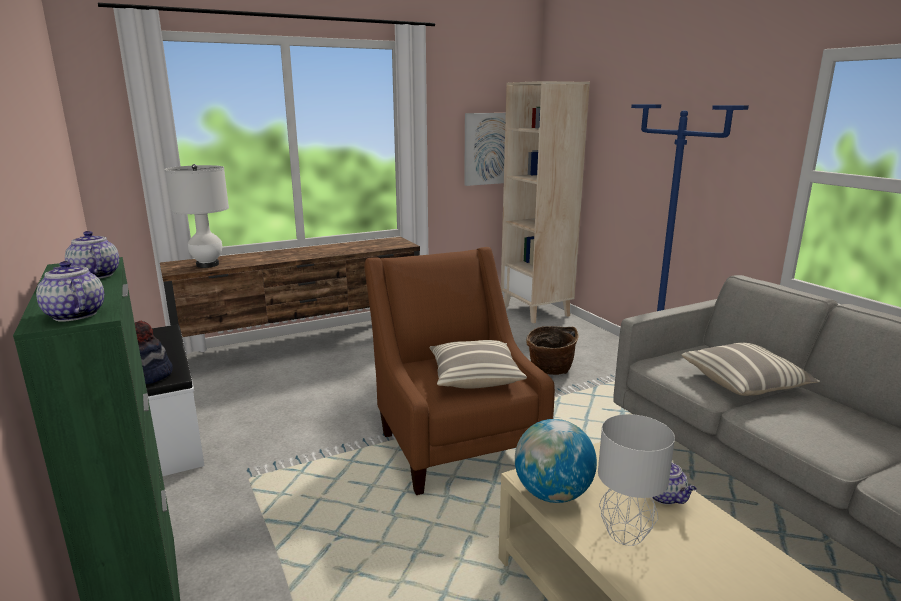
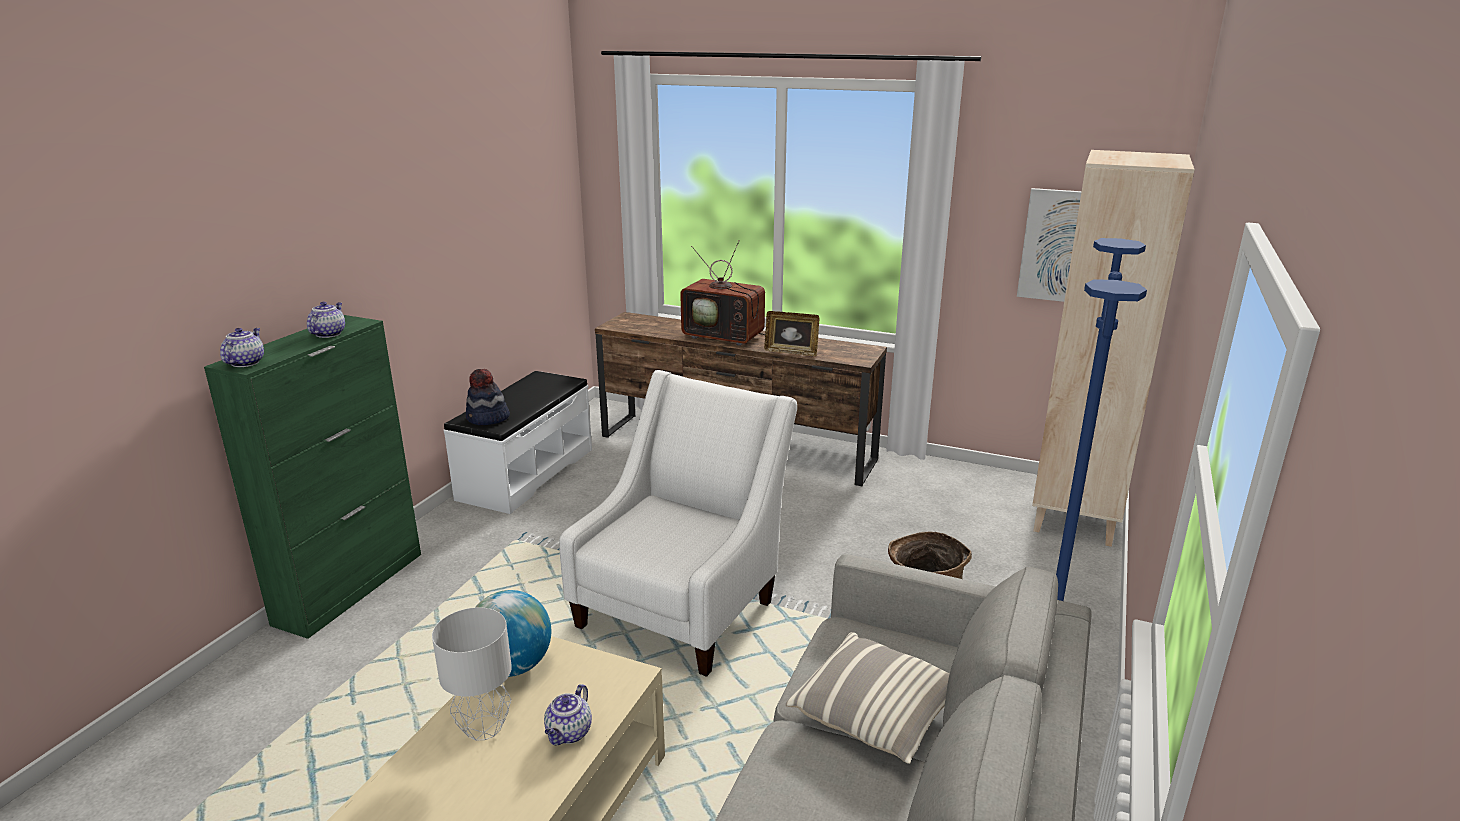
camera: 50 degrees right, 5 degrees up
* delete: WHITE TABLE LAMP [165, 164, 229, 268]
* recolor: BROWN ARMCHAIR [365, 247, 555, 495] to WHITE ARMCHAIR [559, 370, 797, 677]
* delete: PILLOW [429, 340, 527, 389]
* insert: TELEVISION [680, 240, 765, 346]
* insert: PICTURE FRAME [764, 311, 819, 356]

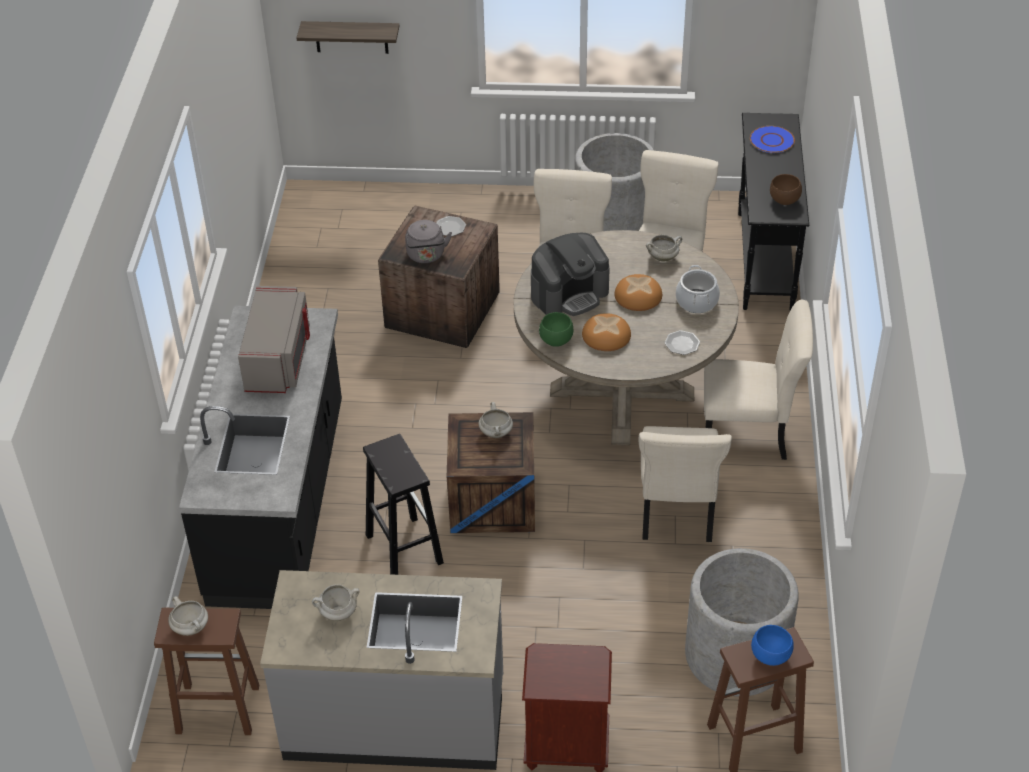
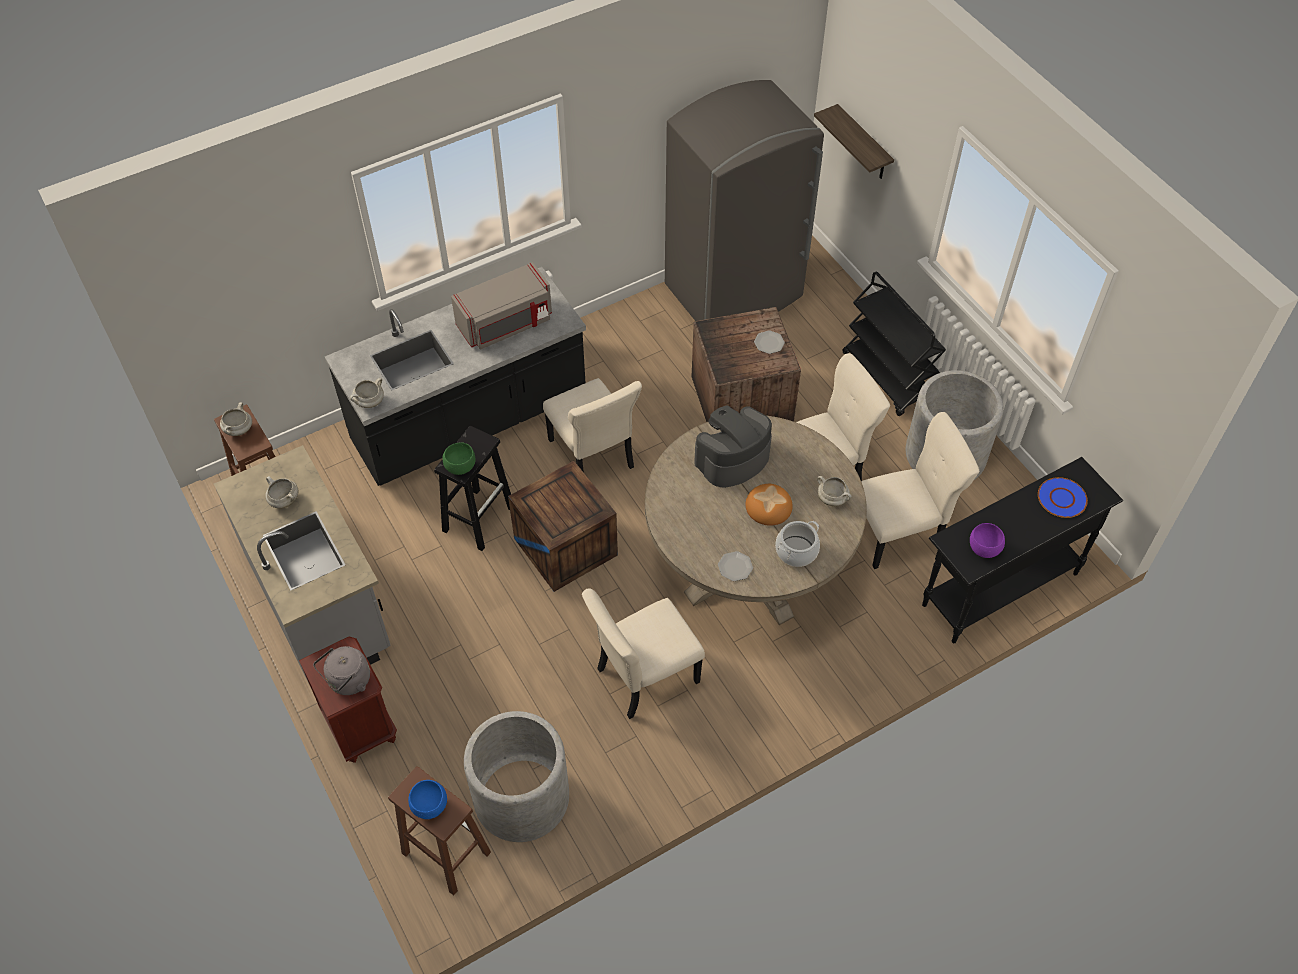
camera: 55 degrees right, 10 degrees up
* move: GREY KETTLE [405, 220, 452, 263] to [313, 646, 370, 695]
* move: WHITE COOKING POT [478, 402, 513, 438] to [350, 378, 384, 408]
* rotate: COFFEE MACHINE [531, 233, 610, 316] = [694, 406, 772, 488] 120 degrees clockwise
* move: GREEN BOWL [539, 312, 573, 347] to [442, 442, 476, 475]
* delete: BREAD [582, 313, 631, 351]
* move: BEIGE CHAIR [704, 300, 813, 460] to [543, 378, 642, 472]
* recolor: BROWN BOWL [770, 174, 802, 205] to PURPLE BOWL [970, 523, 1005, 558]
* insert: GREY FRIDGE [665, 80, 824, 321]
* insert: BLACK CART [842, 272, 946, 416]

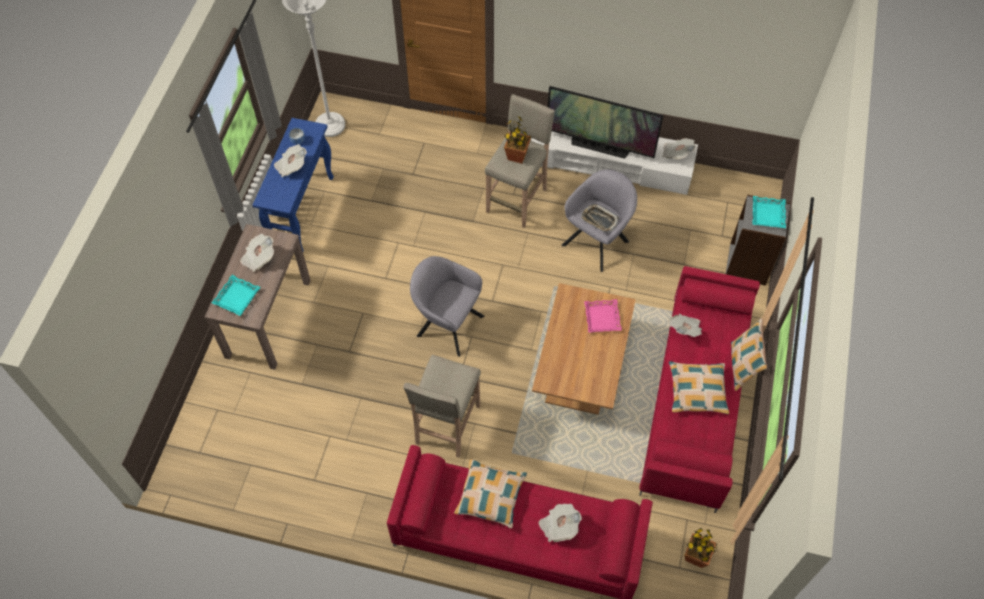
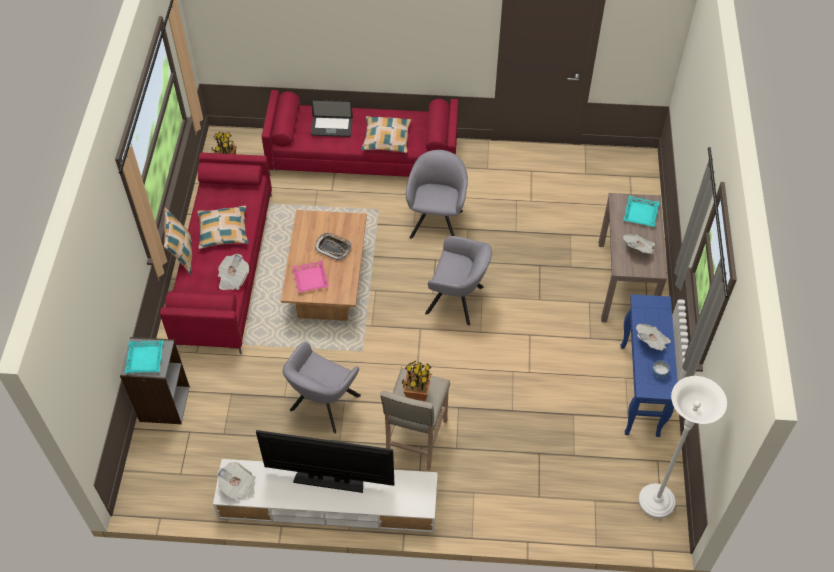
camera: 170 degrees right, 5 degrees down
* replace: BEIGE STOOL [403, 355, 481, 458] to GREY ARMCHAIR [406, 150, 468, 239]
* replace: NEWSPAPER [538, 504, 582, 542] to LAPTOP [311, 100, 353, 137]
* move: TRAY [581, 204, 619, 232] to [315, 233, 351, 260]

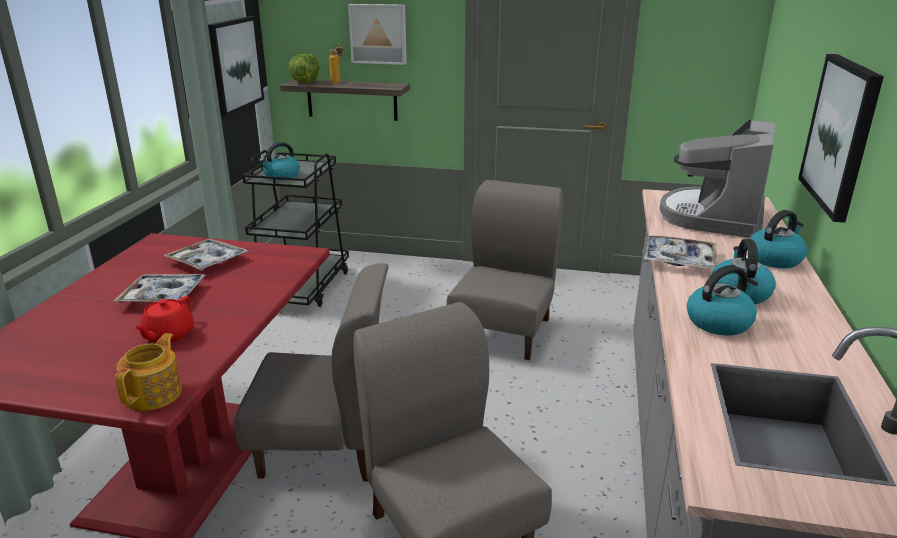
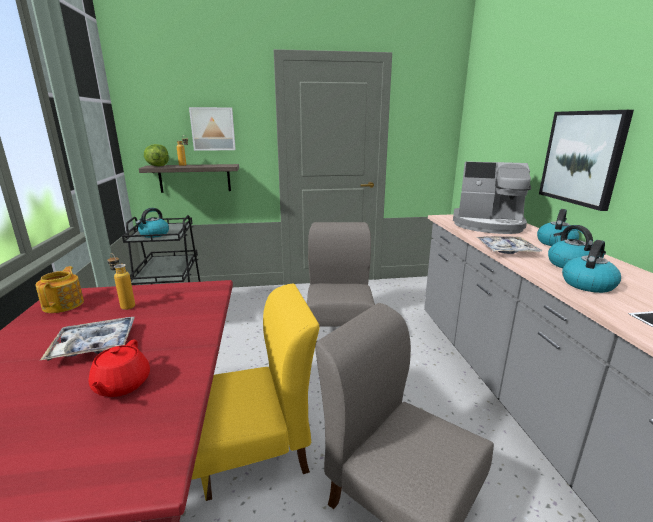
camera: 20 degrees left, 5 degrees down
* move: TEAPOT [115, 333, 182, 411] to [35, 266, 84, 313]
* replace: TRAY [163, 239, 248, 271] to BOTTLE [107, 253, 135, 310]
* delete: PICTURE [208, 16, 264, 117]
* recolor: GREY CHAIR [234, 263, 388, 481] to YELLOW CHAIR [191, 284, 319, 501]
* rotate: COFFEE MACHINE [660, 119, 775, 238] = [453, 161, 531, 234] 75 degrees counterclockwise

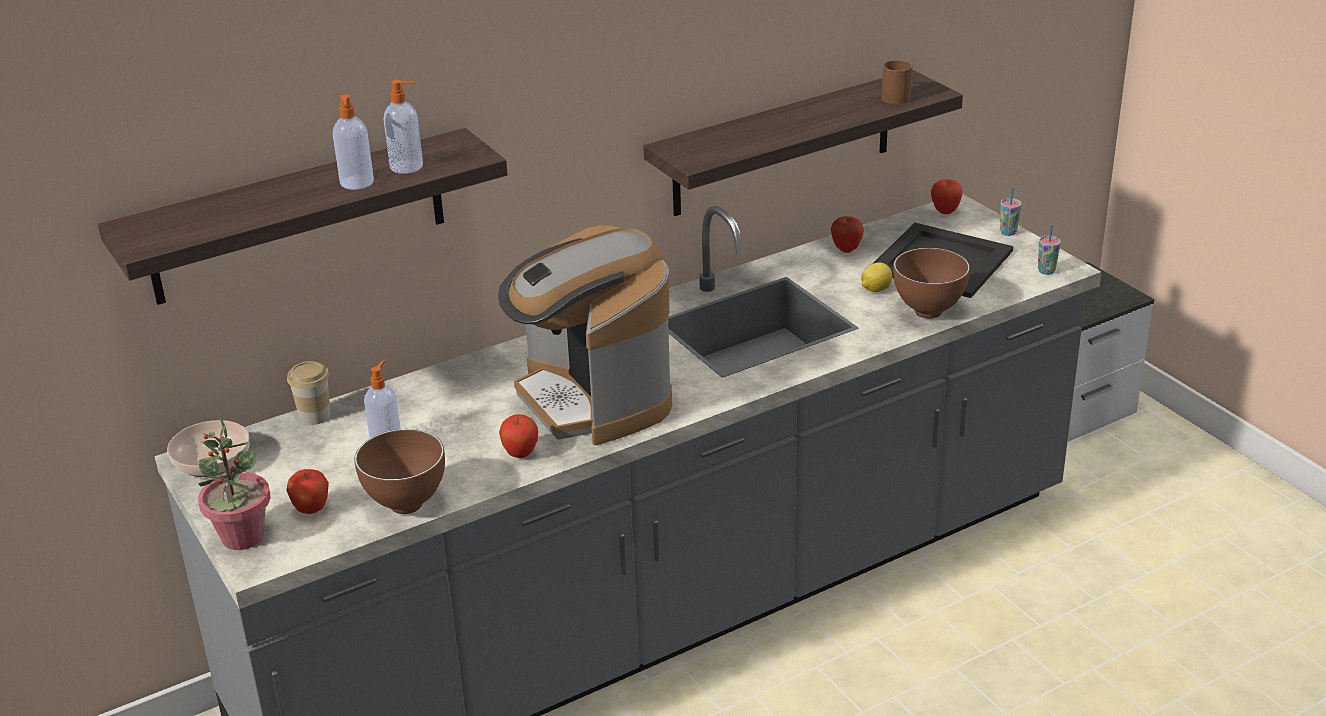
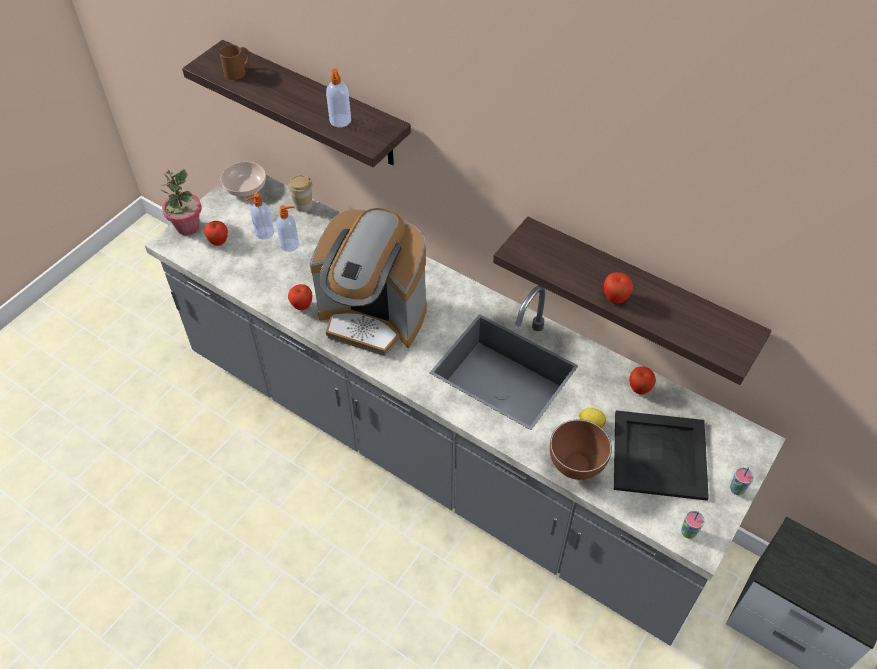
camera: 65 degrees right, 20 degrees up
* move: SOAP DISPENSER [333, 95, 374, 190] to [246, 193, 274, 240]
* delete: BROWN BOWL [354, 429, 445, 514]
* rotate: COFFEE MACHINE [498, 225, 672, 445] = [309, 208, 427, 356] 105 degrees counterclockwise
* move: BROWN MUG [881, 60, 912, 104] to [219, 45, 250, 80]
* move: APPLE [931, 179, 963, 214] to [604, 272, 633, 304]

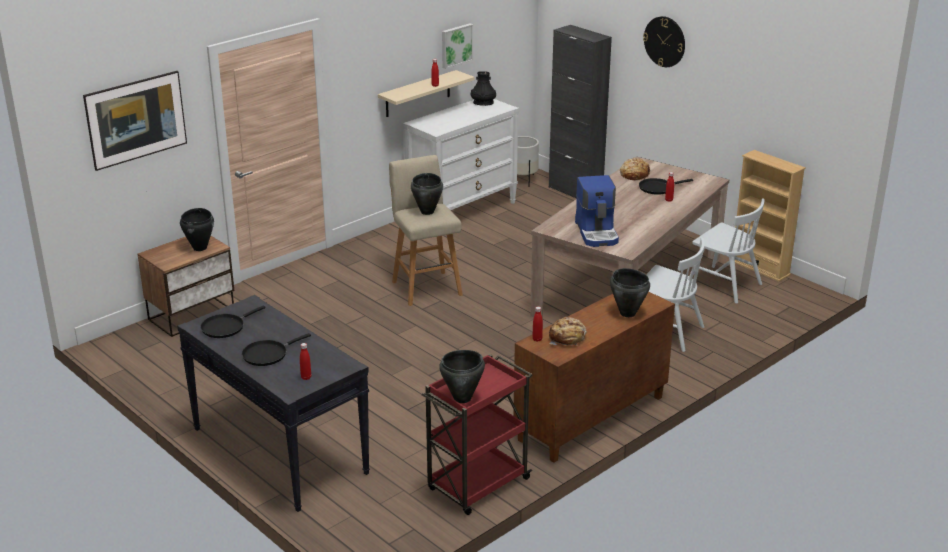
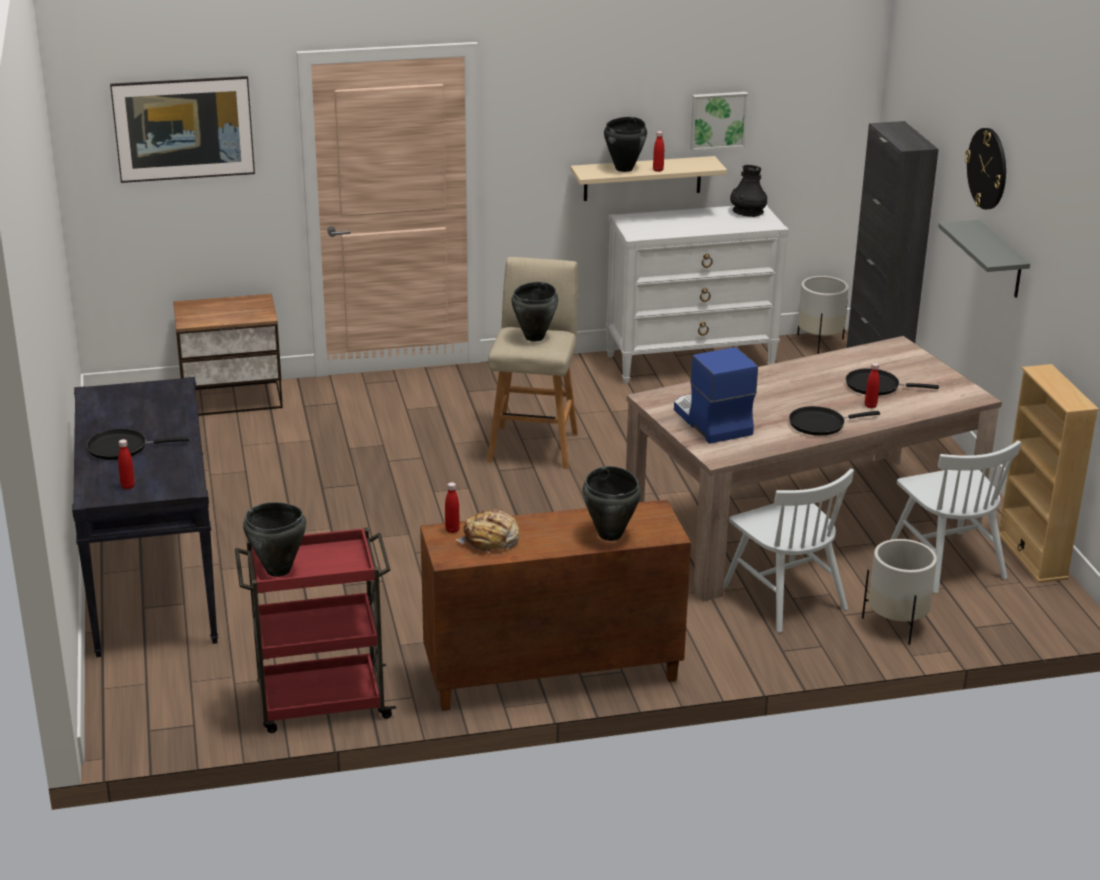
camera: 30 degrees right, 0 degrees up
* move: BLACK COOKING POT [180, 208, 214, 251] to [604, 117, 647, 172]
* move: BLACK FRYING PAN [200, 306, 265, 338] to [789, 406, 880, 436]
* rotate: COFFEE MACHINE [575, 175, 619, 247] = [674, 347, 758, 444] 135 degrees clockwise
* delete: BREAD [620, 158, 651, 181]
* insert: WHITE PLANTER [862, 539, 937, 645]
* insert: GREY SHELF [938, 220, 1030, 298]

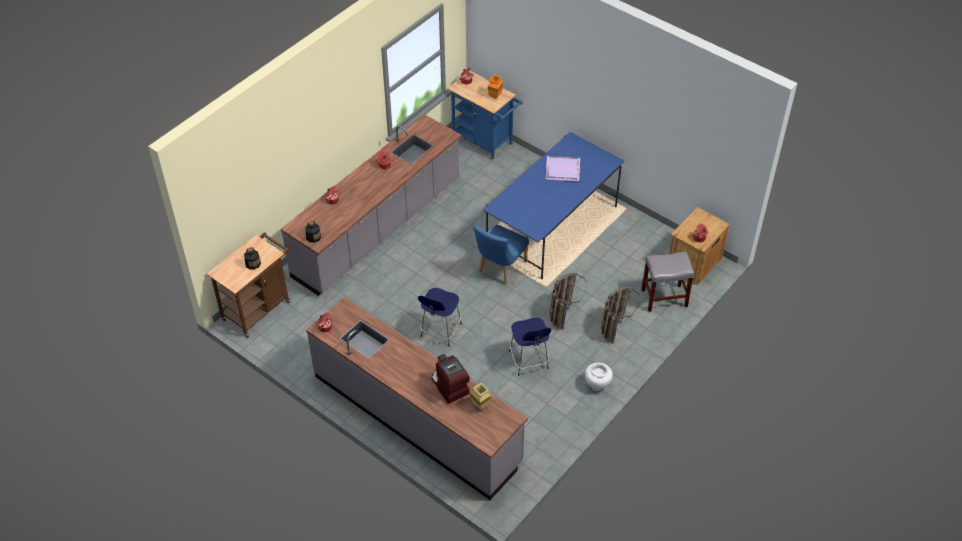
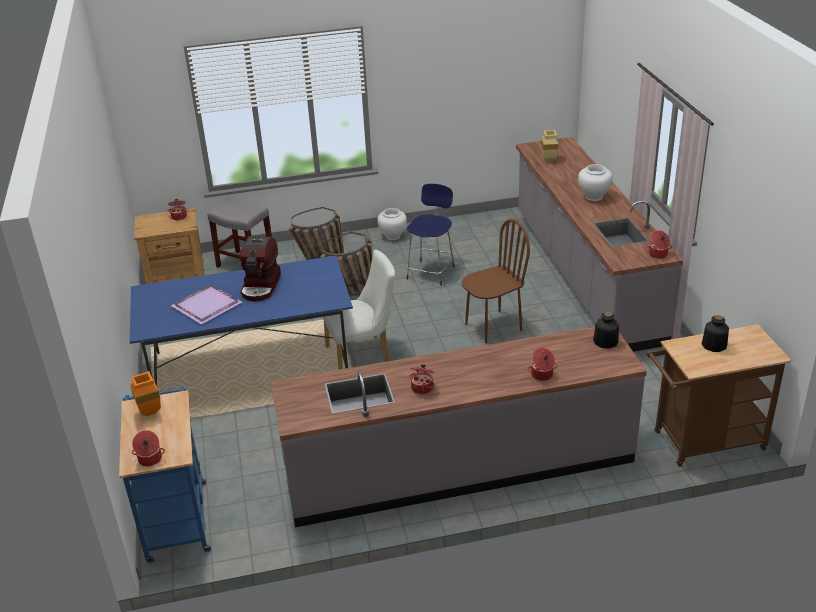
camera: 140 degrees left, 15 degrees down
* replace: BLUE STOOL [418, 288, 462, 347] to BROWN CHAIR [462, 219, 530, 343]
* move: COFFEE MACHINE [432, 354, 470, 404] to [240, 236, 281, 301]
* recolor: BLUE CHAIR [473, 225, 529, 285] to WHITE CHAIR [322, 250, 395, 370]
* insert: WHITE VASE [578, 164, 613, 201]

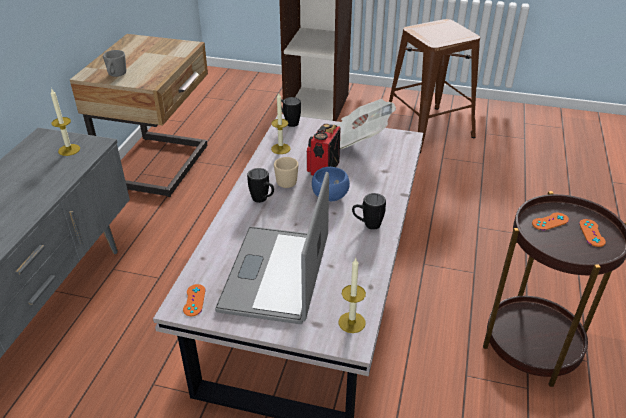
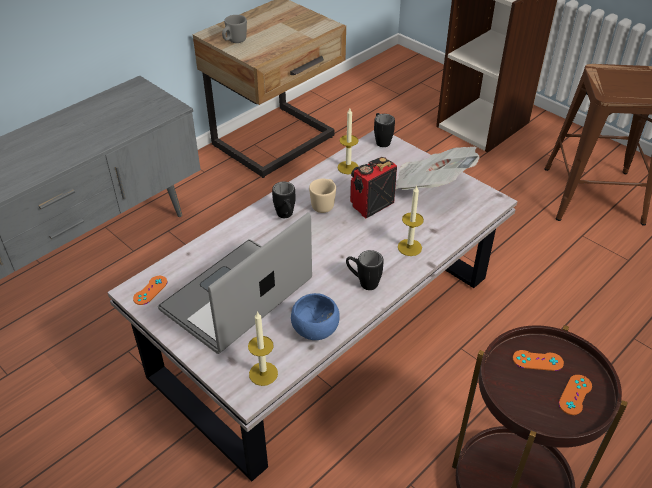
camera: 30 degrees right, 5 degrees up
* move: CANDLE [50, 88, 80, 156] to [398, 186, 424, 256]
* move: BLUE BOWL [312, 167, 350, 201] to [291, 293, 340, 340]

